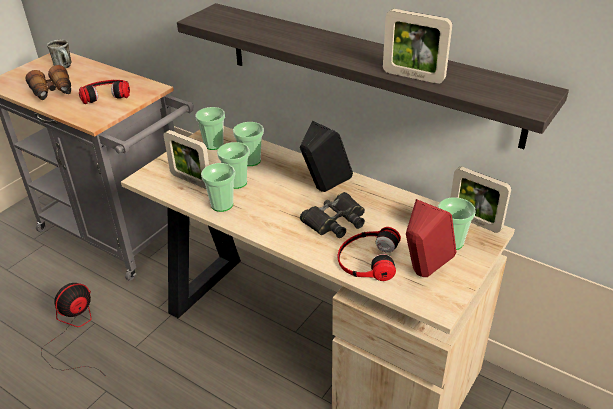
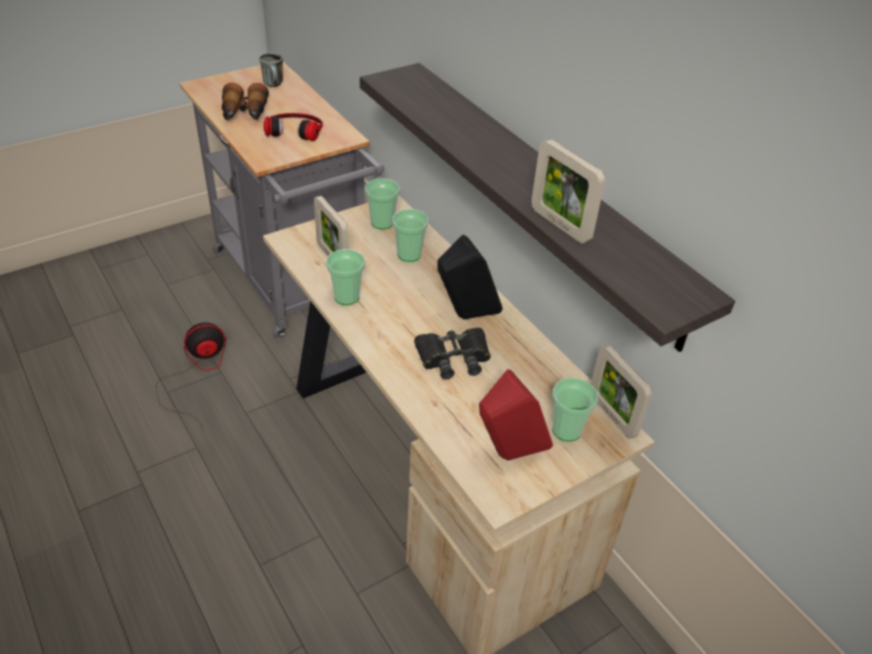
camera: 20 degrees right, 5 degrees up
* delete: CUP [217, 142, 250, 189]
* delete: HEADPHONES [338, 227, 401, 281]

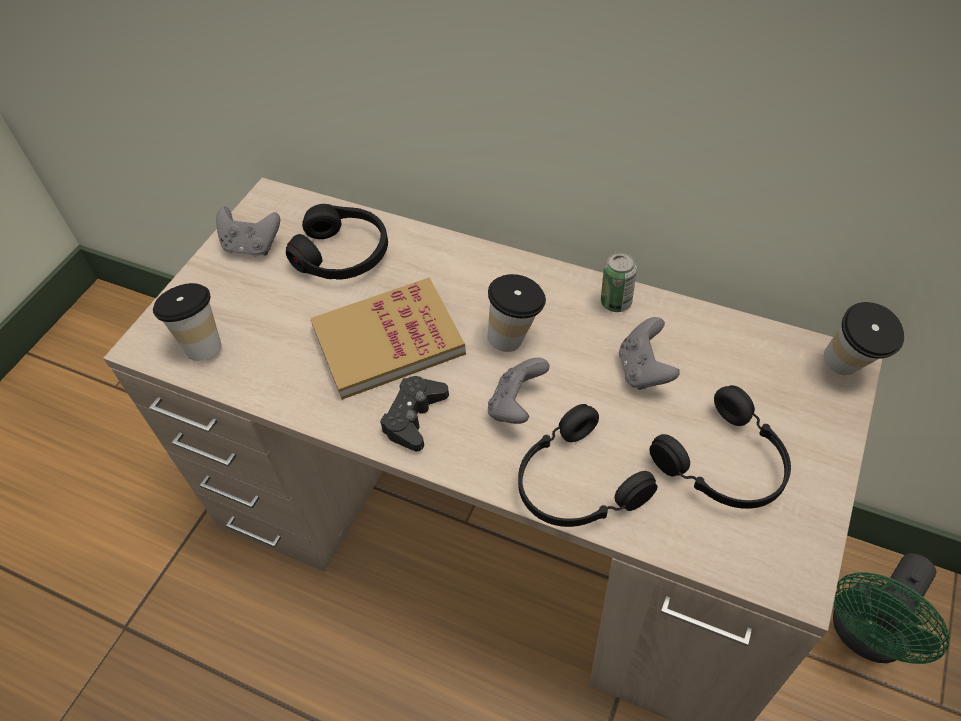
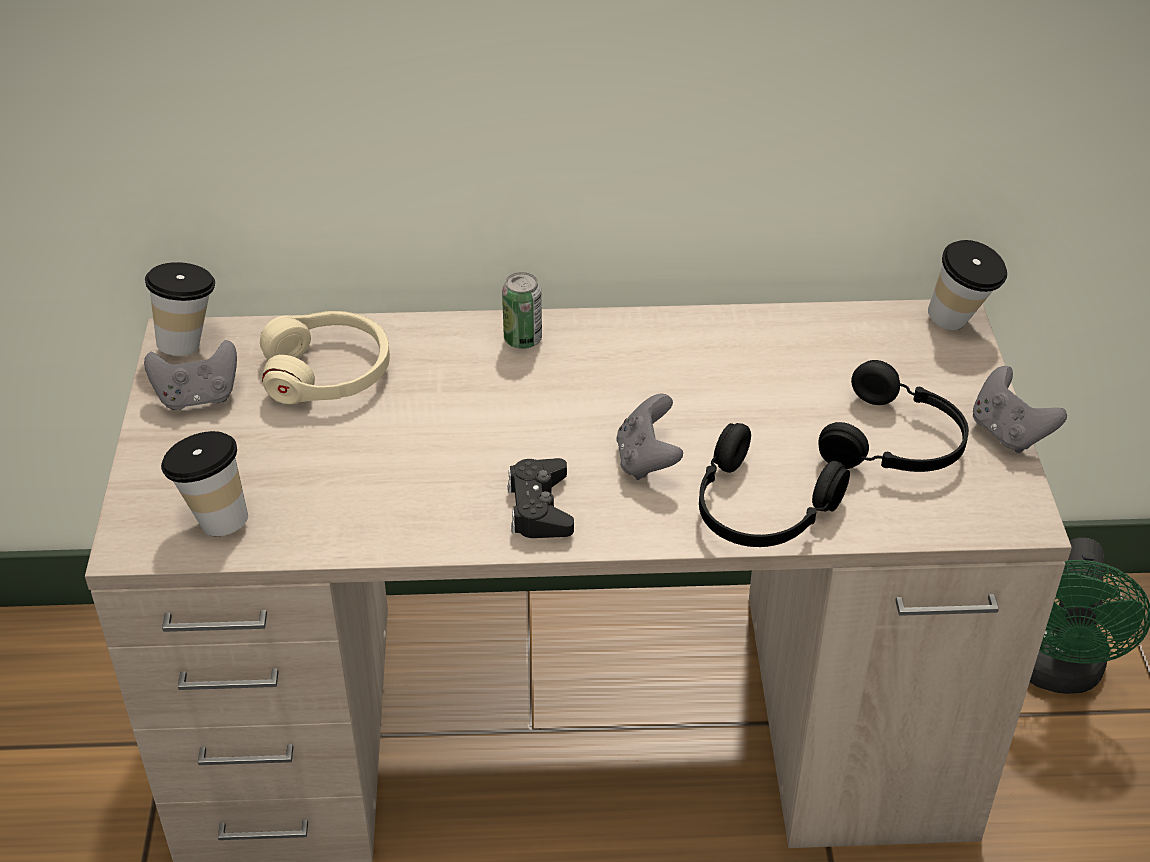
camera: 30 degrees left, 10 degrees down
* recolor: BLACK HEADPHONES [286, 204, 388, 280] to BEIGE HEADPHONES [260, 311, 390, 404]
* delete: BOOK [310, 277, 466, 400]
* move: CUP [487, 274, 546, 352] to [145, 262, 215, 356]
* move: CAN [601, 252, 637, 312] to [502, 272, 542, 349]
* move: GREY GAME CONTROLLER [619, 317, 680, 390] to [973, 366, 1067, 453]

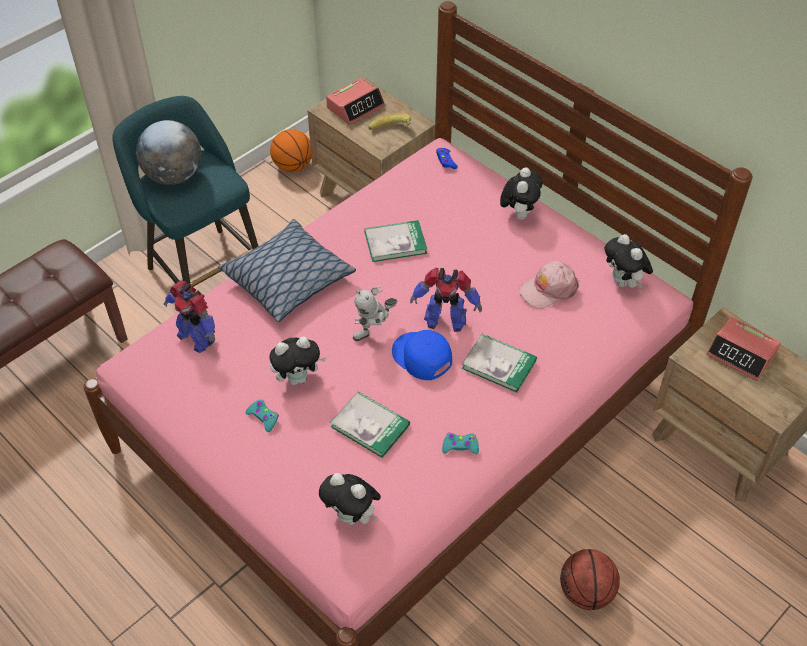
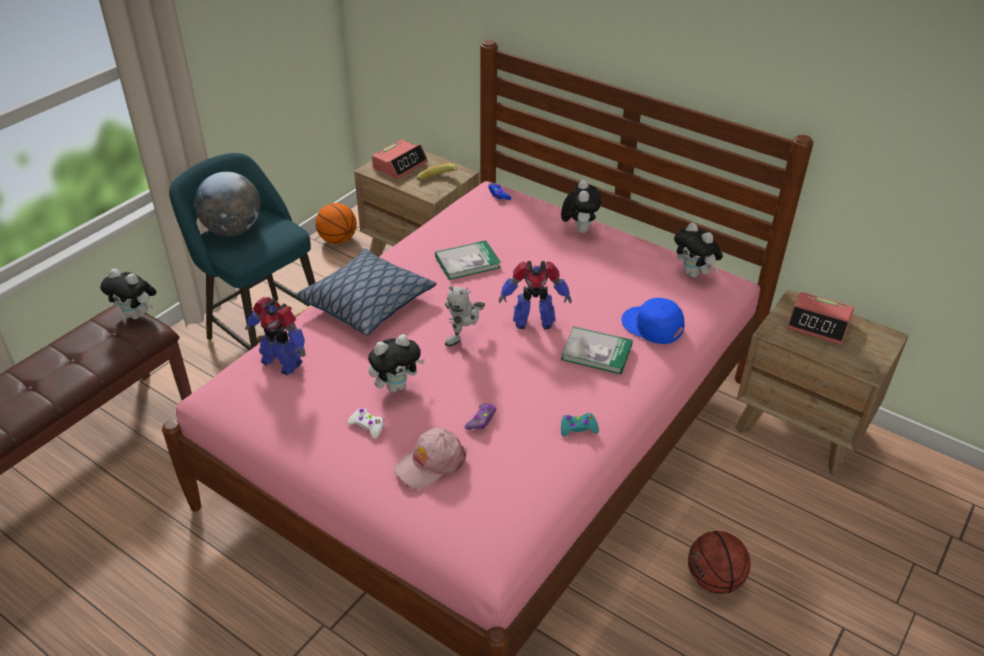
camera: 10 degrees left, 10 degrees down
* recolor: TURQUOISE GAME CONTROLLER [246, 400, 279, 432] to WHITE GAME CONTROLLER [347, 408, 384, 439]
* move: PLUSH TOY [319, 473, 381, 525] to [100, 269, 156, 319]
* replace: BOOK [330, 391, 410, 458] to PURPLE GAME CONTROLLER [465, 403, 496, 430]
* move: BLUE CAP [392, 330, 452, 380] to [621, 298, 685, 344]
* move: PINK CAP [519, 261, 579, 309] to [395, 428, 467, 489]

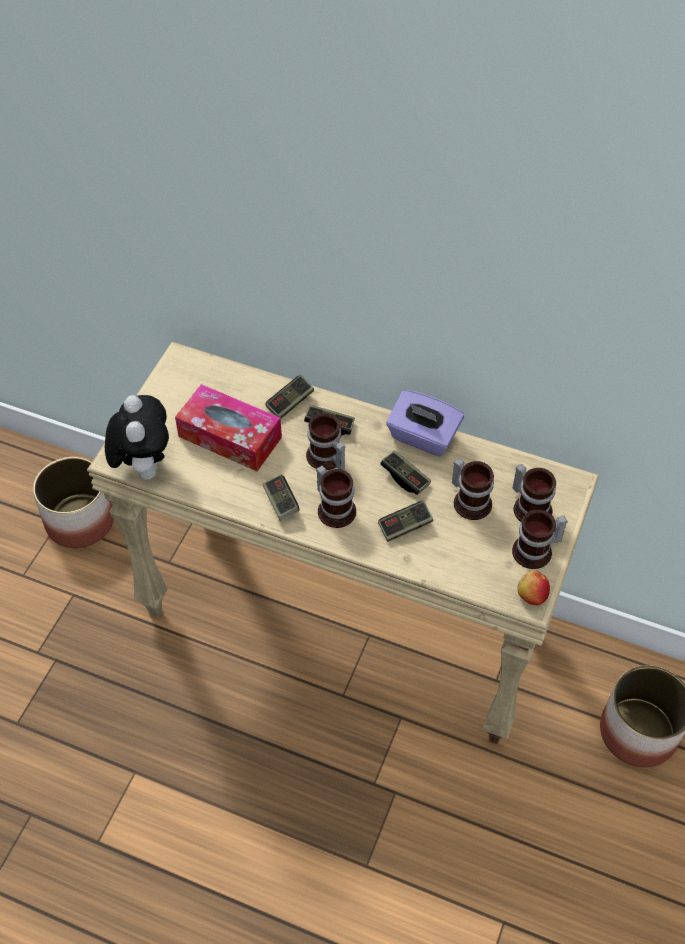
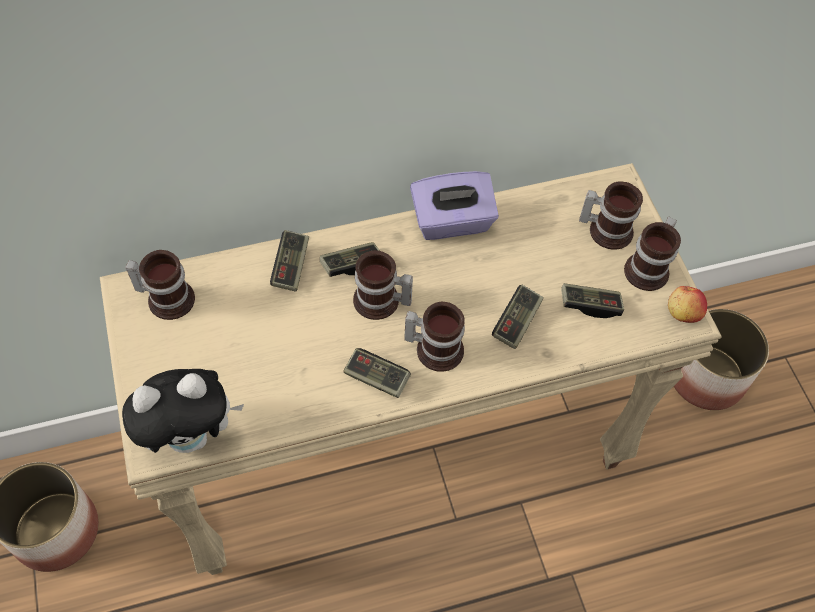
camera: 40 degrees left, 5 degrees up
* rotate: PLUSH TOY [105, 395, 169, 479] = [122, 369, 244, 453] 120 degrees clockwise
* delete: TISSUE BOX [175, 384, 282, 471]
* move: GAME CONTROLLER [380, 450, 431, 495] to [561, 283, 624, 318]
* move: MUG [452, 458, 494, 520] to [125, 250, 195, 320]

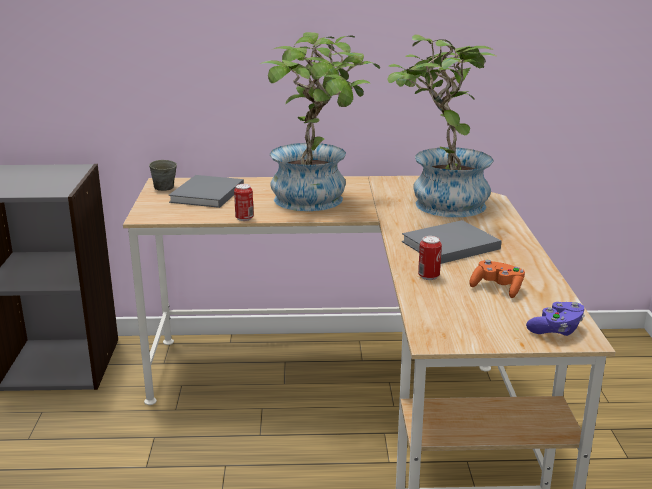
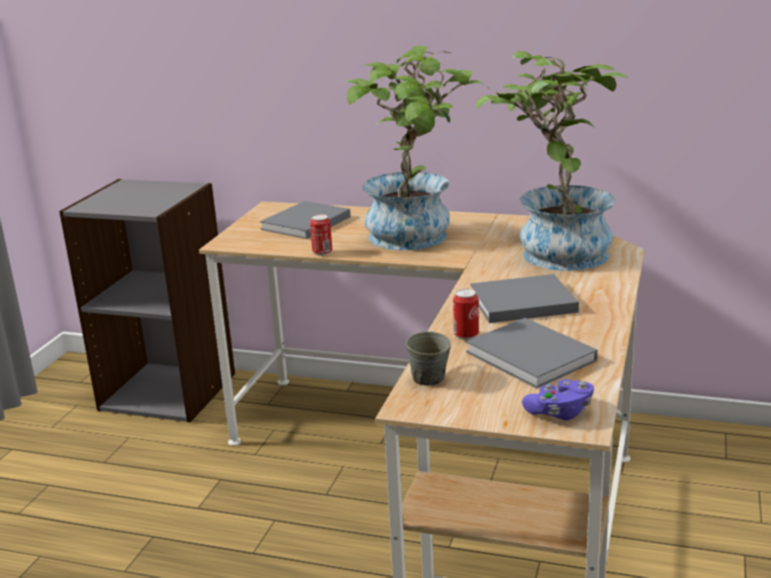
camera: 20 degrees right, 0 degrees up
* move: GREY MUG [149, 160, 177, 191] to [406, 331, 451, 386]
* replace: ORANGE GAME CONTROLLER [469, 260, 525, 298] to GREY BOOK [466, 318, 598, 388]

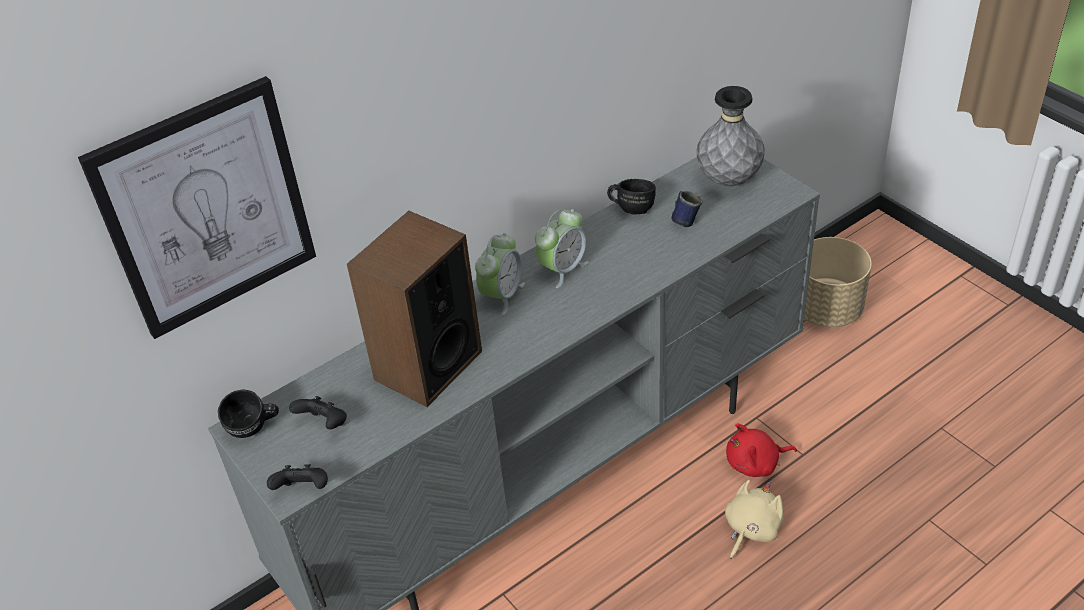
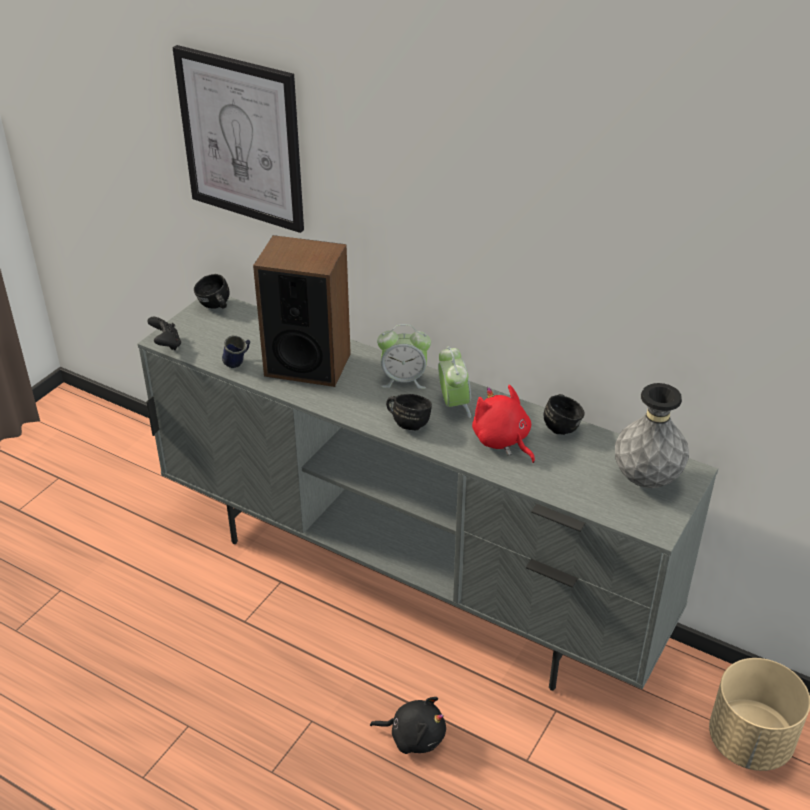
camera: 65 degrees right, 5 degrees down
* delete: BLACK GAME CONTROLLER [289, 396, 347, 429]
* rotate: ALARM CLOCK [535, 209, 589, 288] = [438, 346, 471, 418] 120 degrees counterclockwise
* move: BLUE MUG [671, 191, 703, 227] to [222, 336, 250, 368]
* recolor: BEIGE PLUSH TOY [725, 480, 783, 559] to BLACK PLUSH TOY [370, 697, 446, 754]
* move: RED PLUSH TOY [726, 423, 797, 477] to [472, 385, 535, 463]
* insert: BLACK MUG [386, 394, 432, 431]

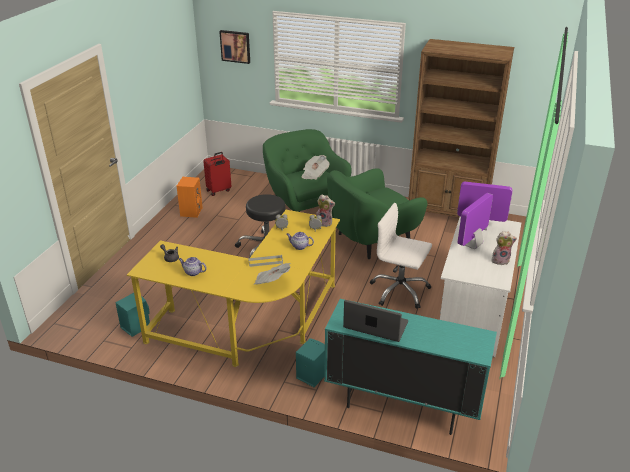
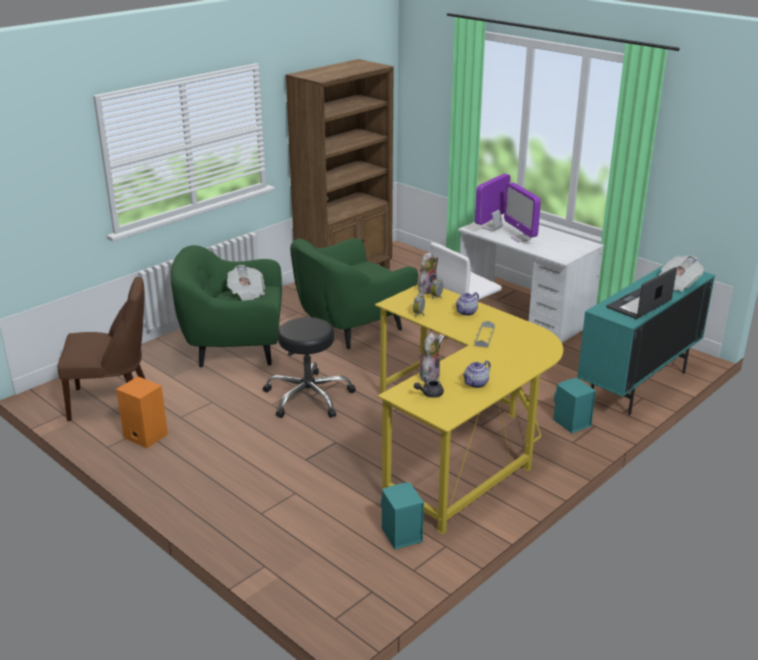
camera: 65 degrees left, 5 degrees down
* replace: RED SUITCASE [203, 152, 232, 196] to BROWN CHAIR [57, 277, 145, 421]
* delete: PICTURE [219, 30, 250, 64]
* move: NEWSPAPER [253, 263, 290, 285] to [659, 255, 704, 291]
* rotate: GREEN ARMCHAIR [327, 168, 427, 259] = [290, 238, 418, 349] 60 degrees clockwise
* move: PLUSH TOY [492, 231, 517, 265] to [418, 333, 440, 382]

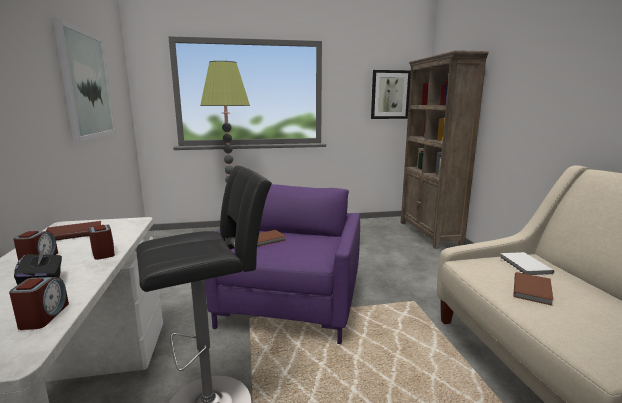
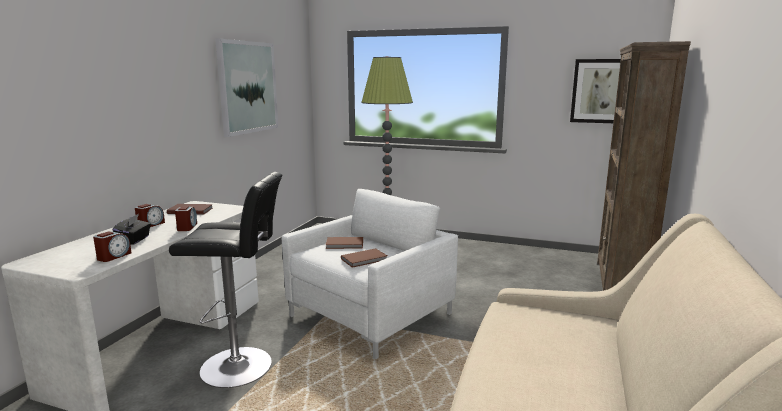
camera: 30 degrees right, 0 degrees up
* recolor: PURPLE ARMCHAIR [205, 184, 360, 344] to WHITE ARMCHAIR [282, 189, 458, 359]
* delete: WHITE BOOK [500, 252, 555, 276]
* move: BROWN BOOK [513, 272, 553, 306] to [341, 248, 387, 268]

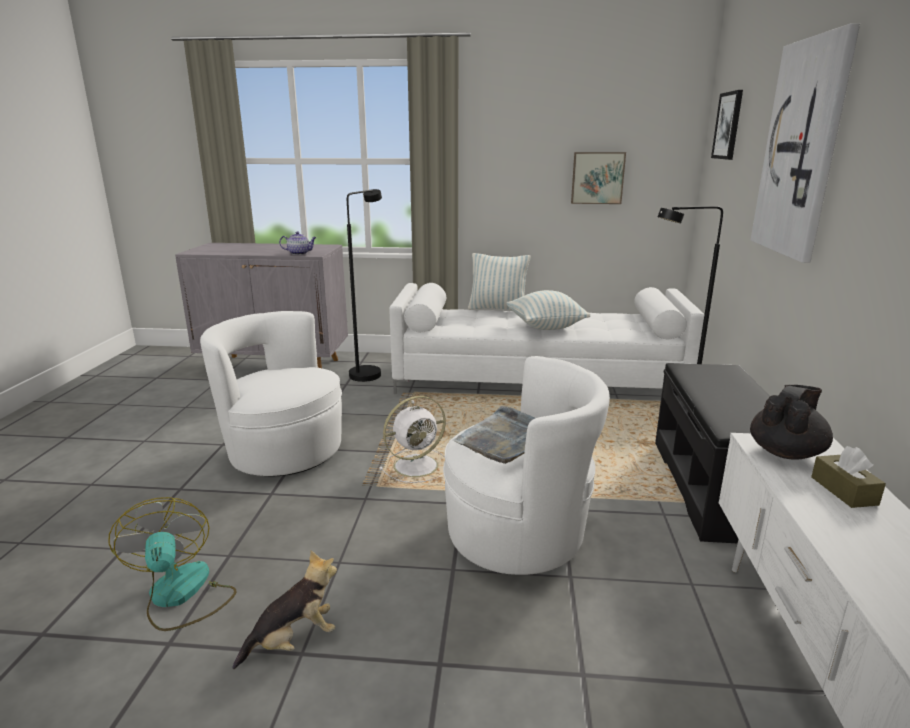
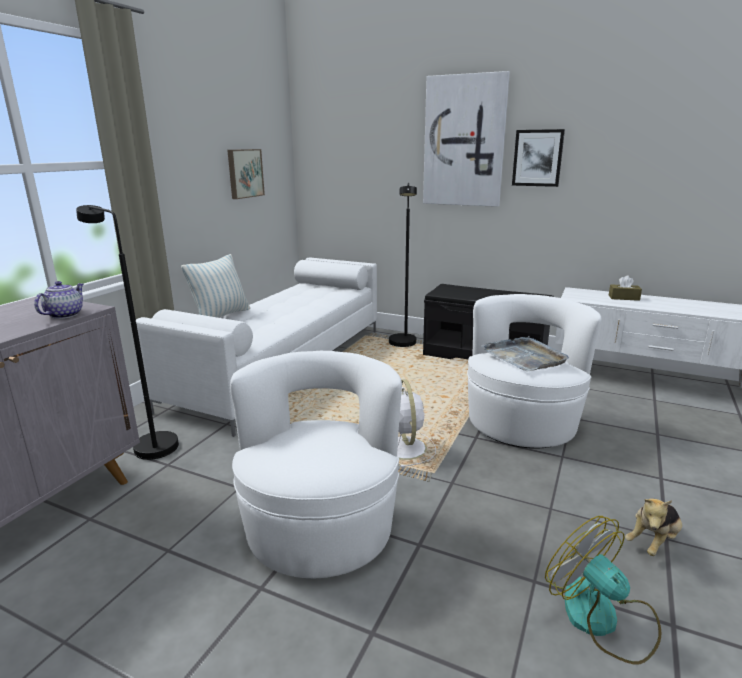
camera: 70 degrees left, 0 degrees up
* rotate: FAN [108, 497, 236, 631] = [545, 516, 661, 664] 60 degrees clockwise
* rotate: WHITE ARMCHAIR [200, 311, 342, 476] = [230, 351, 402, 578] 135 degrees clockwise
* rotate: PLUSH TOY [232, 550, 337, 669] = [625, 498, 682, 556] 120 degrees counterclockwise
* delete: PILLOW [506, 290, 590, 330]
* move: PICTURE [711, 90, 743, 160] to [512, 129, 565, 187]
* delete: BLACK TEAPOT [750, 385, 833, 460]

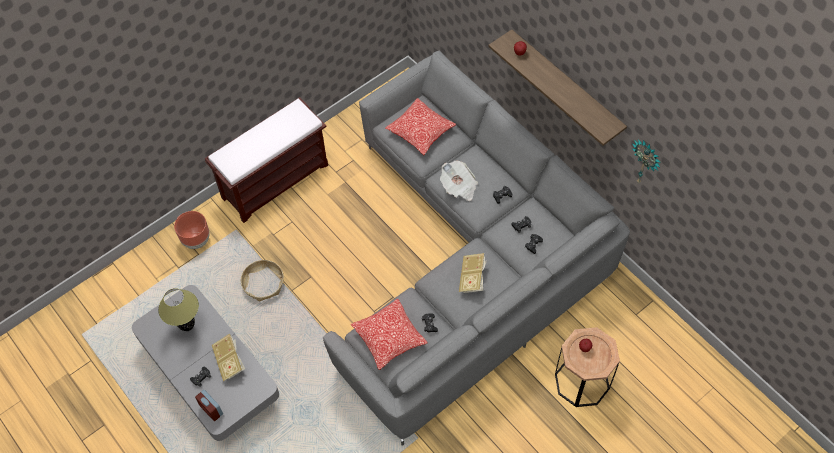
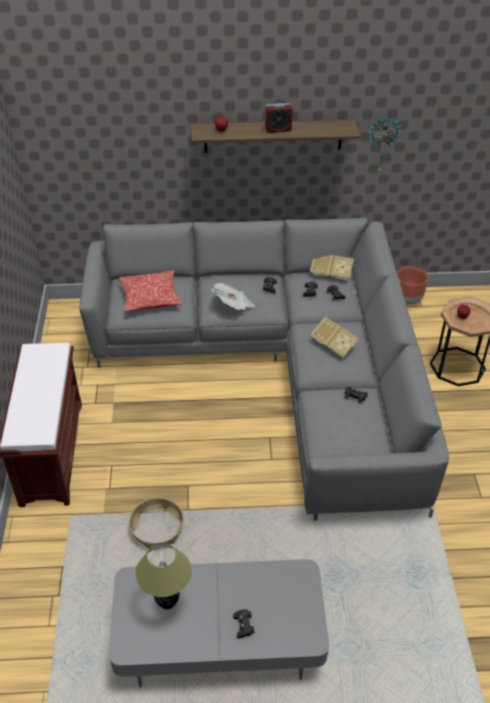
camera: 55 degrees left, 15 degrees down
* move: BROWN PLANTER [174, 211, 210, 249] to [397, 266, 428, 305]
* move: ALARM CLOCK [195, 390, 223, 421] to [265, 103, 293, 133]
* move: BOOK [212, 334, 245, 381] to [310, 255, 354, 281]
* delete: PILLOW [351, 299, 428, 370]

